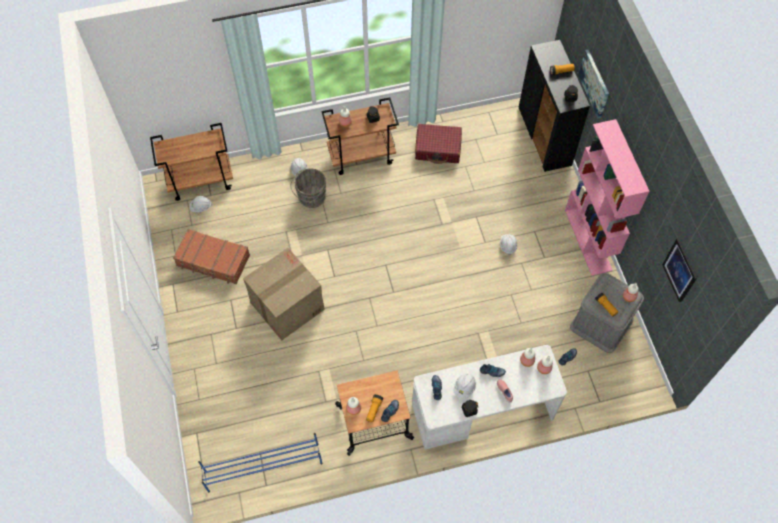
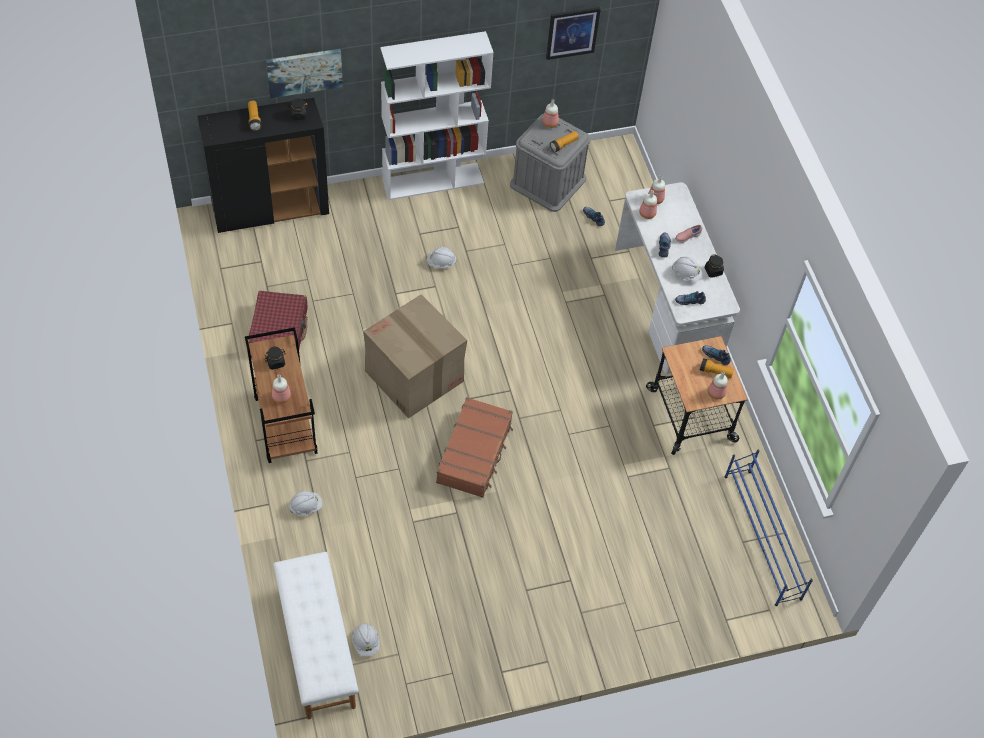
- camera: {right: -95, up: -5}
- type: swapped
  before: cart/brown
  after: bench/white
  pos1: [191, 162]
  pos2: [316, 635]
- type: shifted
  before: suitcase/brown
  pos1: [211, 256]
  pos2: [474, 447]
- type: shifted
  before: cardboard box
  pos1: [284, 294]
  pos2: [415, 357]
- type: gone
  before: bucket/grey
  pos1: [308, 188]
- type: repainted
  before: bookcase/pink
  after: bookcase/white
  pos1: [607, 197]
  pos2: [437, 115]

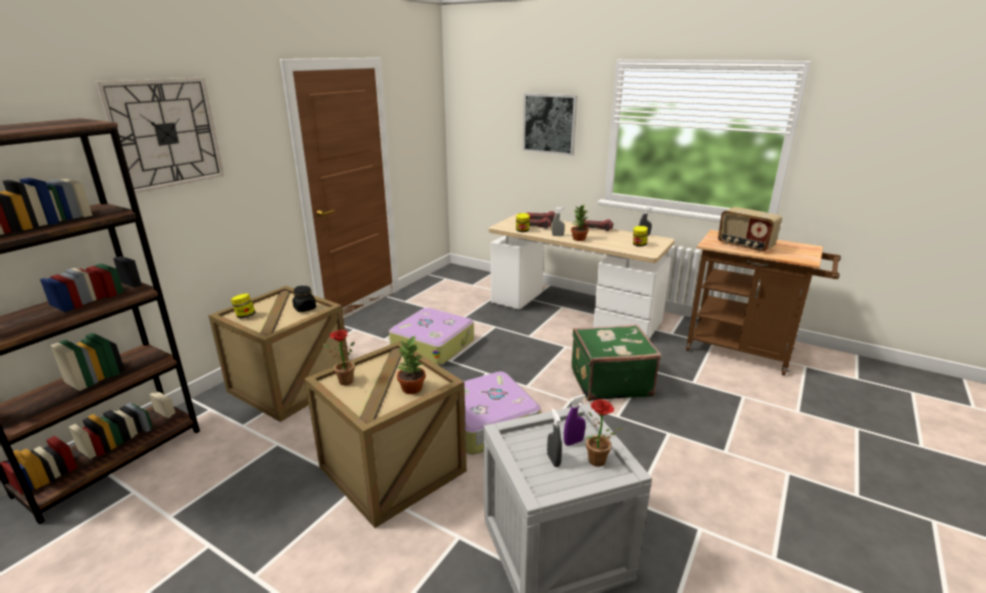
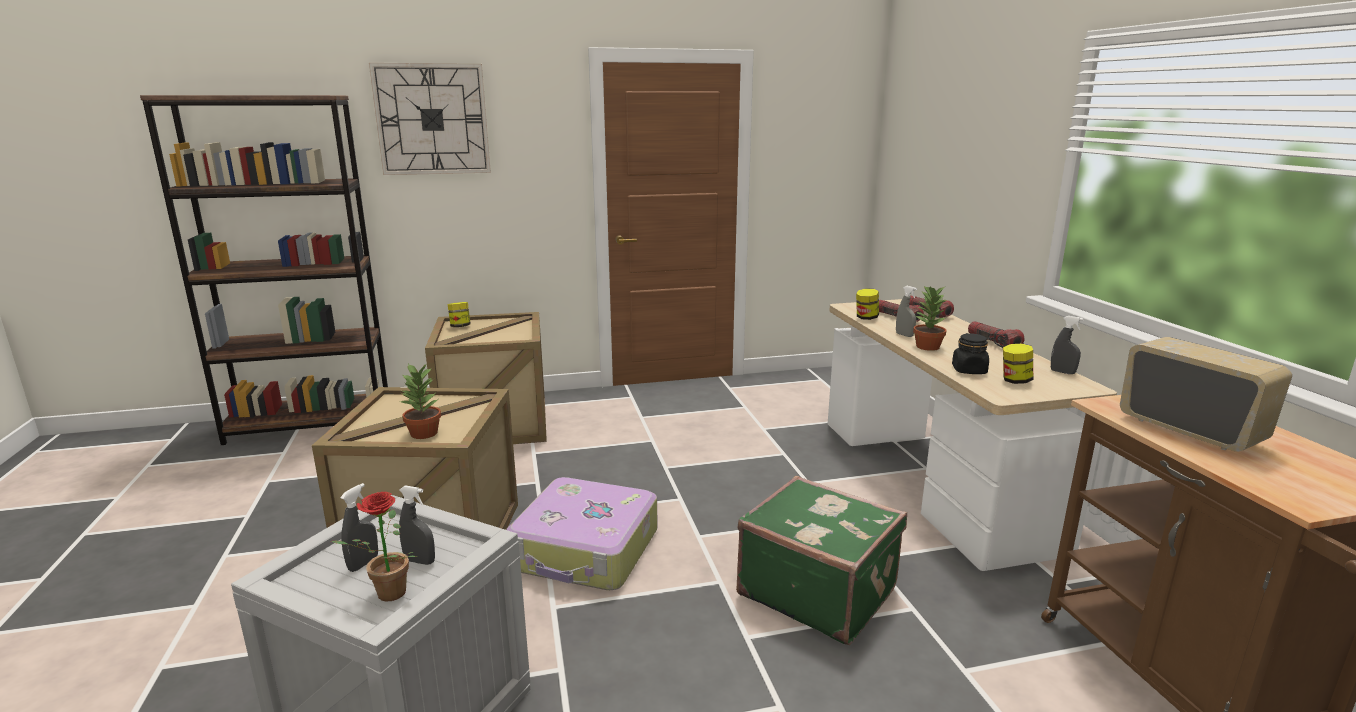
- camera: {right: 45, up: -5}
- type: shifted
  before: jar/black
  pos1: [304, 299]
  pos2: [970, 353]
- type: gone
  before: potted plant
  pos1: [339, 357]
- type: gone
  before: suitcase
  pos1: [431, 336]
- type: gone
  before: picture
  pos1: [550, 124]
- type: repainted
  before: spray bottle/purple
  after: spray bottle/grey
  pos1: [575, 420]
  pos2: [417, 525]
- type: rotated
  before: radio
  pos1: [750, 229]
  pos2: [1206, 394]
  turn: 150

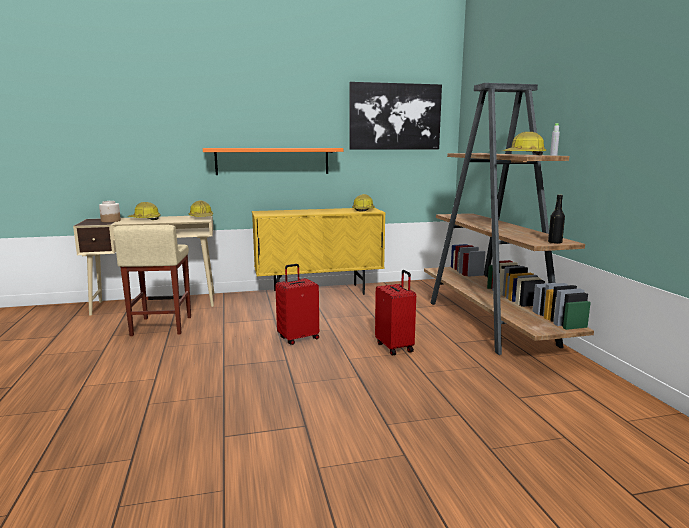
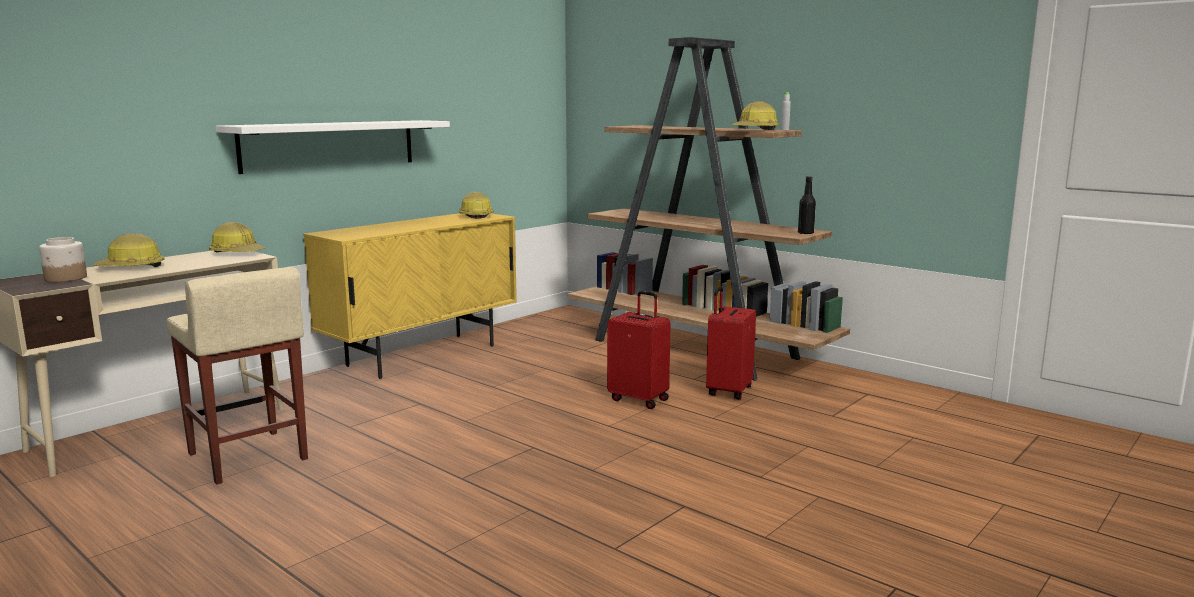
- camera: {right: -35, up: 0}
- type: repainted
  before: shelf/orange
  after: shelf/white
  pos1: [273, 161]
  pos2: [333, 147]
- type: shifted
  before: suitcase/red
  pos1: [297, 304]
  pos2: [731, 343]
- type: gone
  before: picture
  pos1: [395, 116]

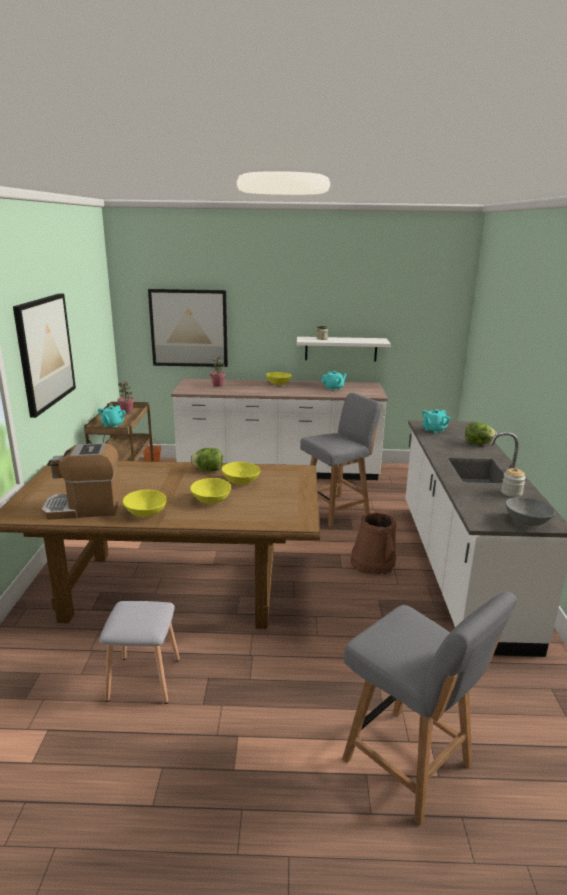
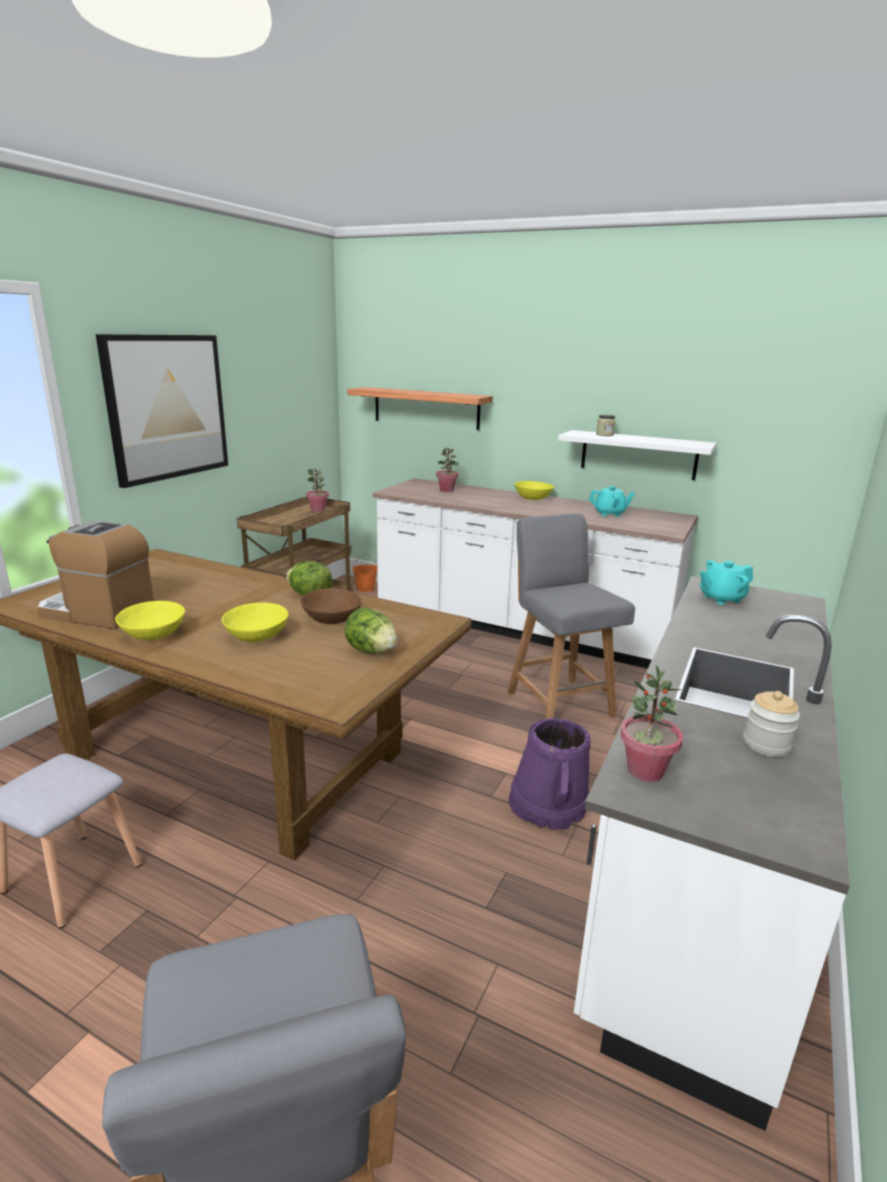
- camera: {right: 25, up: 0}
- type: gone
  before: teapot/turquoise
  pos1: [112, 416]
- type: swapped
  before: picture
  after: shelf
  pos1: [188, 328]
  pos2: [420, 408]
- type: repainted
  before: bowl/yellow
  after: bowl/brown
  pos1: [241, 473]
  pos2: [331, 606]
- type: rotated
  before: chair/grey
  pos1: [341, 460]
  pos2: [571, 616]
  turn: -105
- type: repainted
  before: bucket/brown
  after: bucket/purple
  pos1: [373, 543]
  pos2: [550, 774]
- type: shifted
  before: lettuce
  pos1: [481, 433]
  pos2: [370, 631]
- type: gone
  before: bowl/grey
  pos1: [530, 511]
- type: new
  after: potted plant
  pos2: [651, 723]

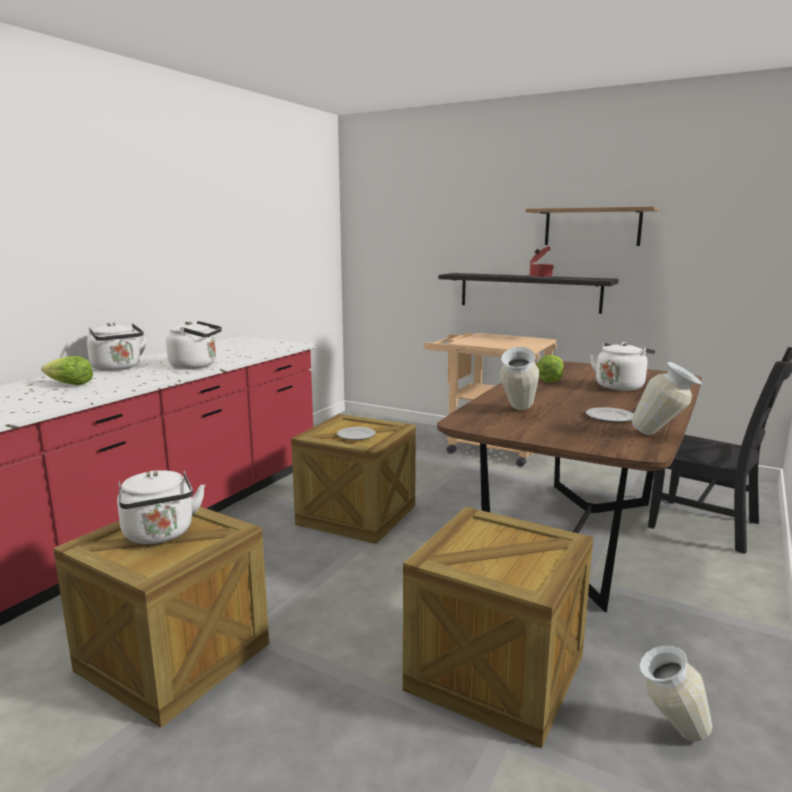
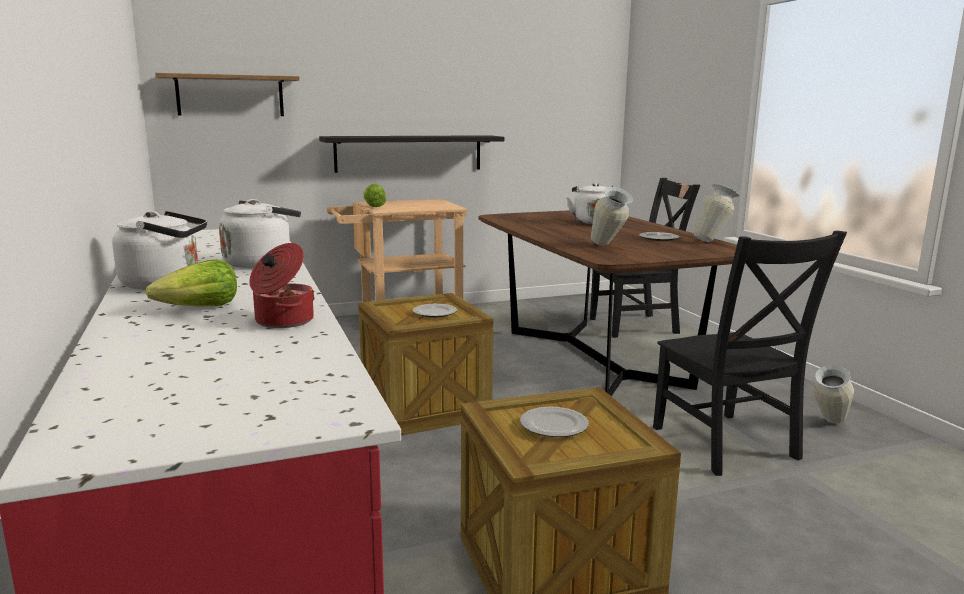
- camera: {right: -50, up: 0}
- type: swapped
  before: kettle/white
  after: plate
  pos1: [161, 507]
  pos2: [554, 422]
- type: swapped
  before: crate
  after: chair/black
  pos1: [498, 628]
  pos2: [750, 353]
- type: shifted
  before: shelf
  pos1: [592, 226]
  pos2: [227, 94]
- type: shifted
  before: cooking pot
  pos1: [542, 262]
  pos2: [282, 285]
- type: shifted
  before: lettuce
  pos1: [550, 369]
  pos2: [374, 195]

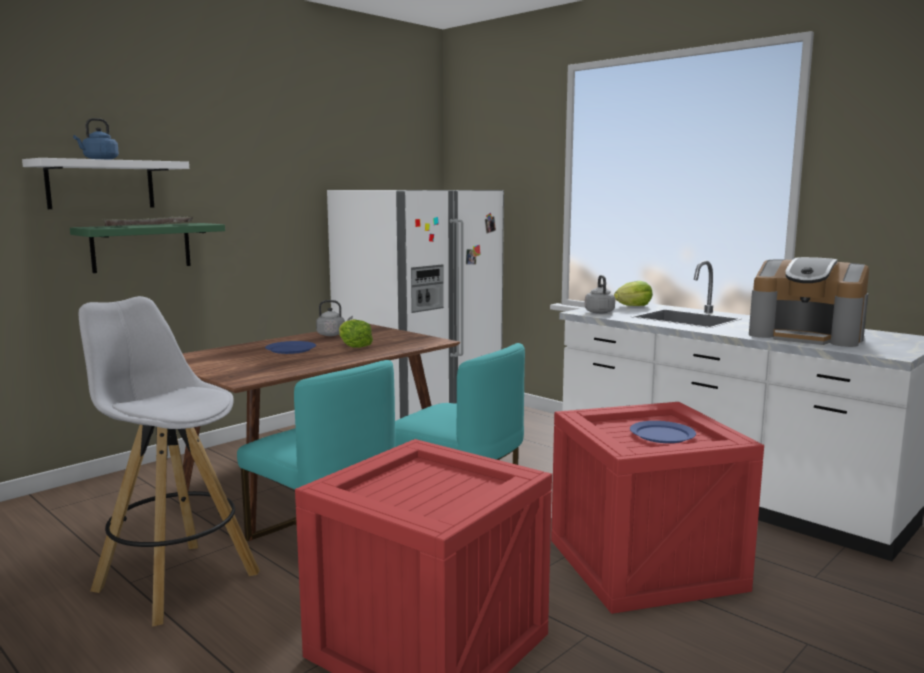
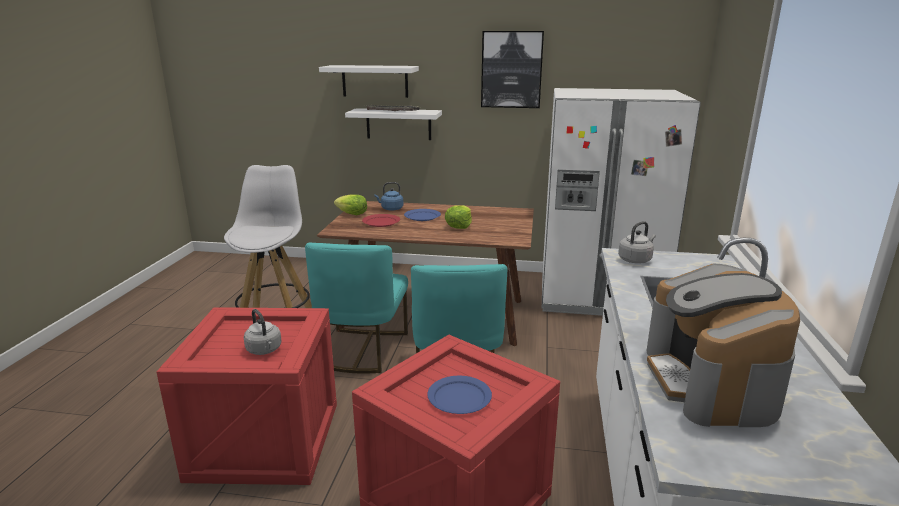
- camera: {right: 55, up: 10}
- type: repainted
  before: shelf/green
  after: shelf/white
  pos1: [147, 248]
  pos2: [393, 124]
- type: shifted
  before: kettle/blue
  pos1: [96, 139]
  pos2: [388, 196]
- type: shifted
  before: kettle/grey
  pos1: [334, 318]
  pos2: [262, 332]
- type: shifted
  before: lettuce
  pos1: [633, 293]
  pos2: [350, 204]
- type: new
  after: plate/red
  pos2: [381, 220]
- type: new
  after: picture
  pos2: [512, 69]

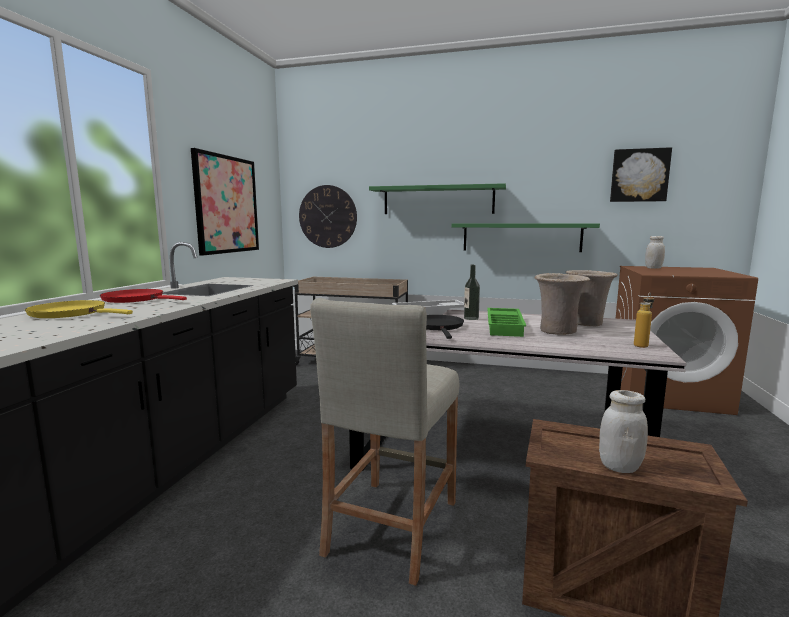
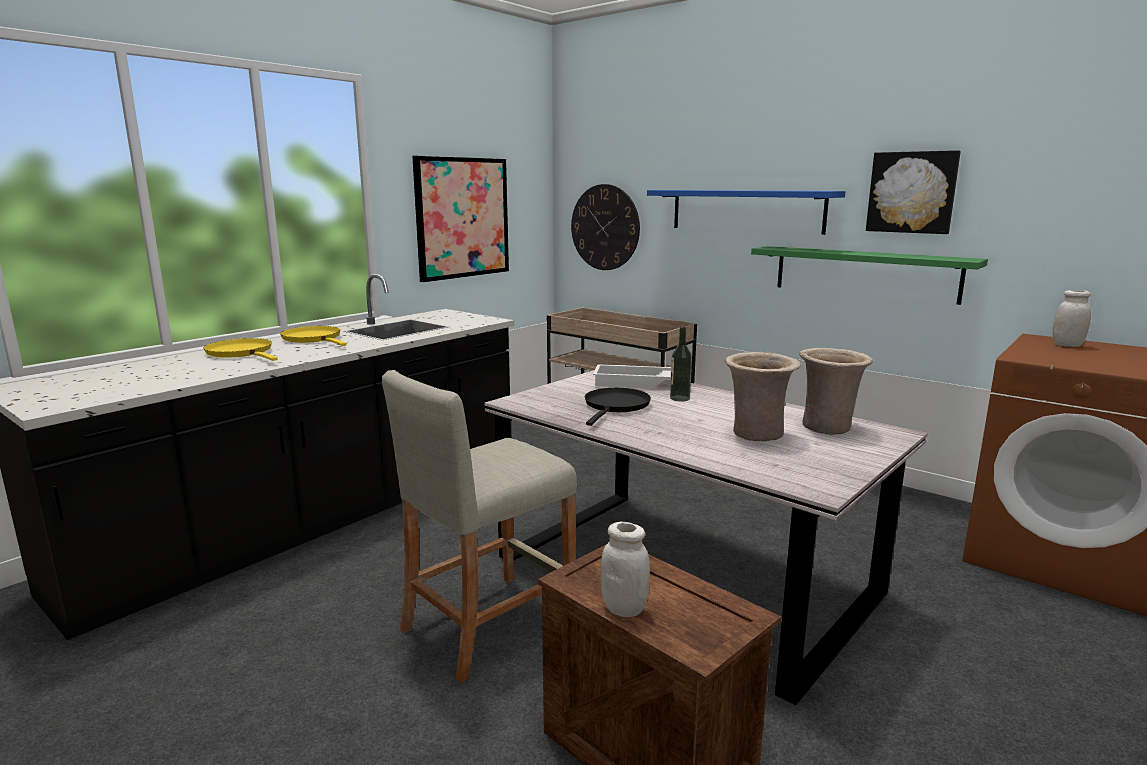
- camera: {right: 25, up: 5}
- type: repainted
  before: frying pan/red
  after: frying pan/yellow
  pos1: [143, 296]
  pos2: [313, 336]
- type: repainted
  before: shelf/green
  after: shelf/blue
  pos1: [437, 198]
  pos2: [746, 212]
- type: gone
  before: tray/green
  pos1: [506, 322]
- type: shifted
  before: picture
  pos1: [641, 174]
  pos2: [913, 192]
- type: gone
  before: bottle
  pos1: [644, 320]

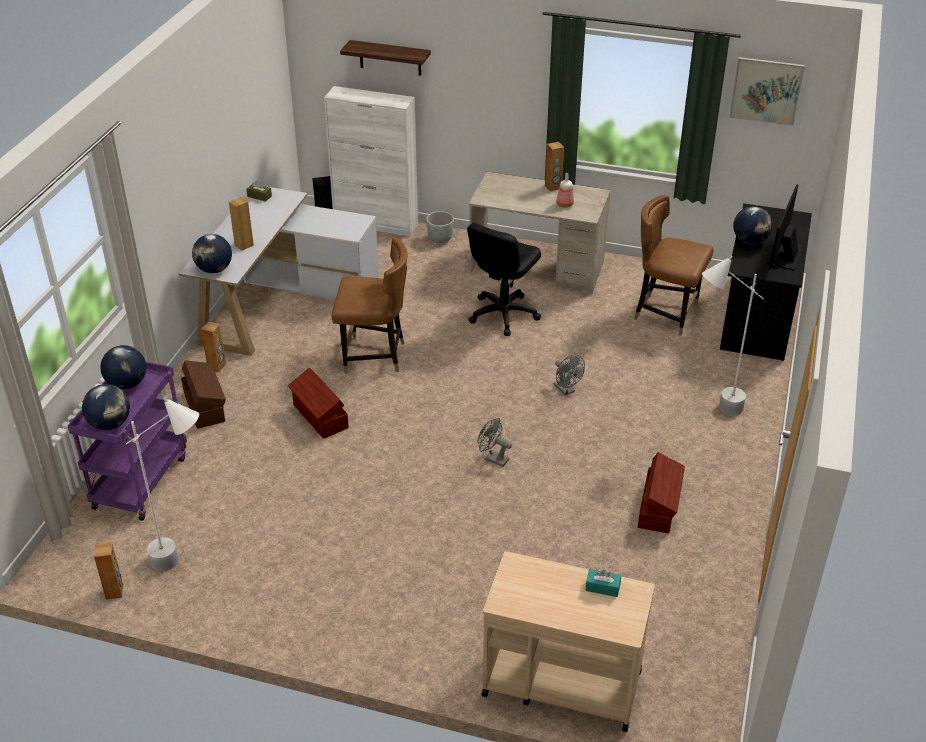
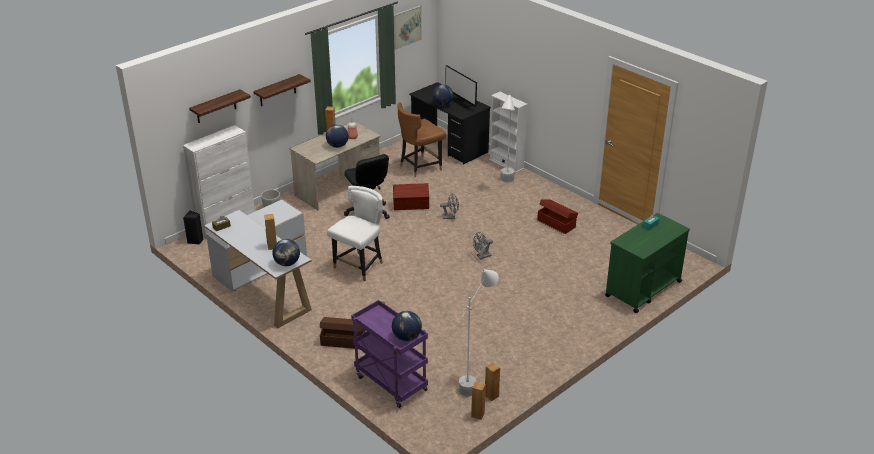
- camera: {right: -60, up: -5}
- type: shifted
  before: globe
  pos1: [123, 367]
  pos2: [337, 136]
- type: shifted
  before: speaker/brown
  pos1: [213, 347]
  pos2: [492, 381]
- type: shifted
  before: storage box/brown
  pos1: [318, 403]
  pos2: [411, 196]
- type: repainted
  before: chair/brown
  after: chair/white
  pos1: [370, 305]
  pos2: [355, 233]
- type: repainted
  before: cart/beige
  after: cart/green
  pos1: [568, 641]
  pos2: [647, 263]
- type: new
  after: shelf
  pos2: [282, 90]
- type: new
  after: bookcase/white
  pos2: [508, 132]

